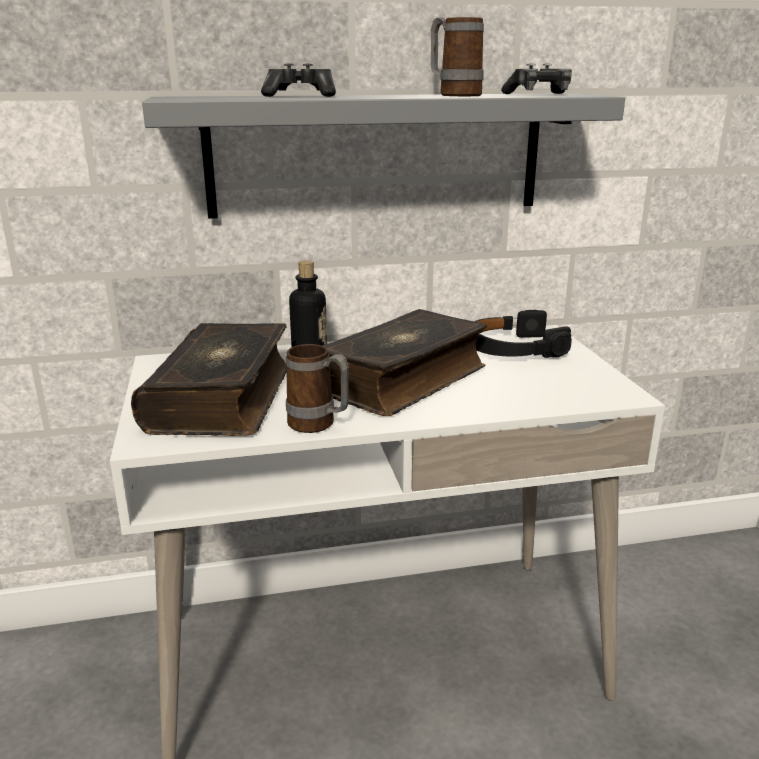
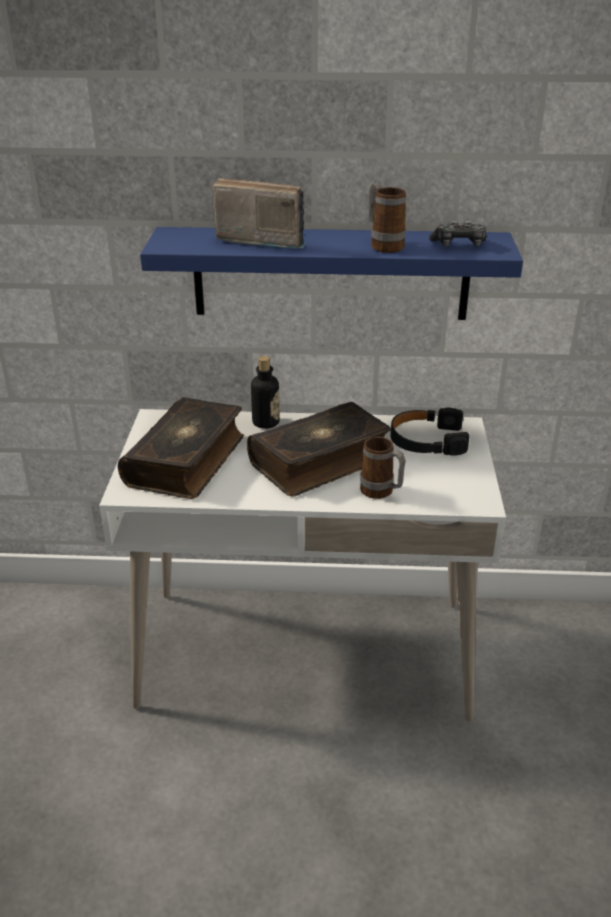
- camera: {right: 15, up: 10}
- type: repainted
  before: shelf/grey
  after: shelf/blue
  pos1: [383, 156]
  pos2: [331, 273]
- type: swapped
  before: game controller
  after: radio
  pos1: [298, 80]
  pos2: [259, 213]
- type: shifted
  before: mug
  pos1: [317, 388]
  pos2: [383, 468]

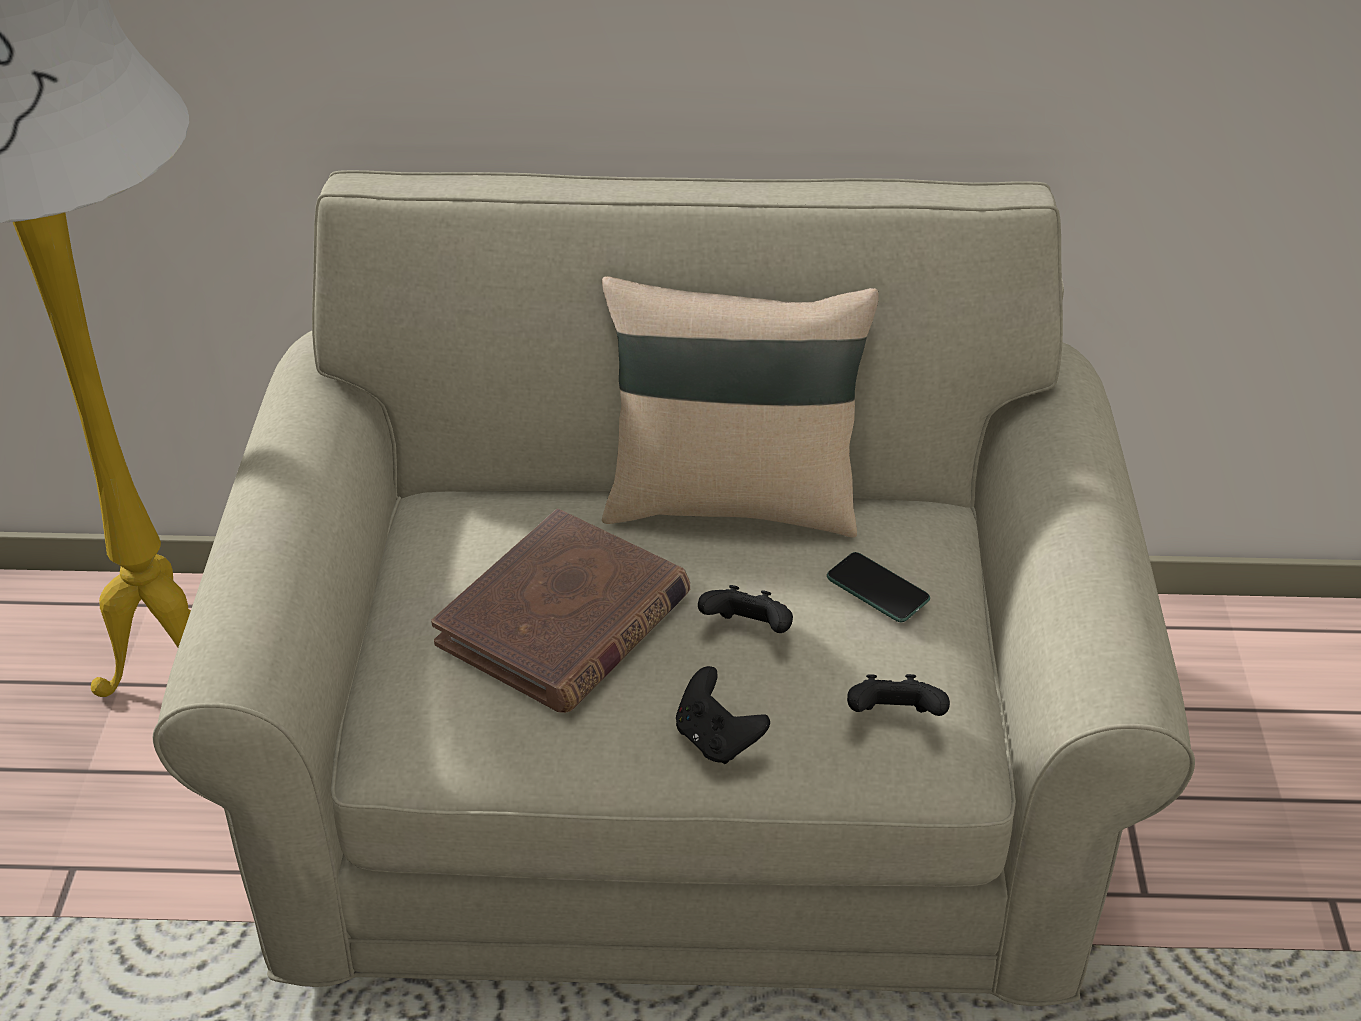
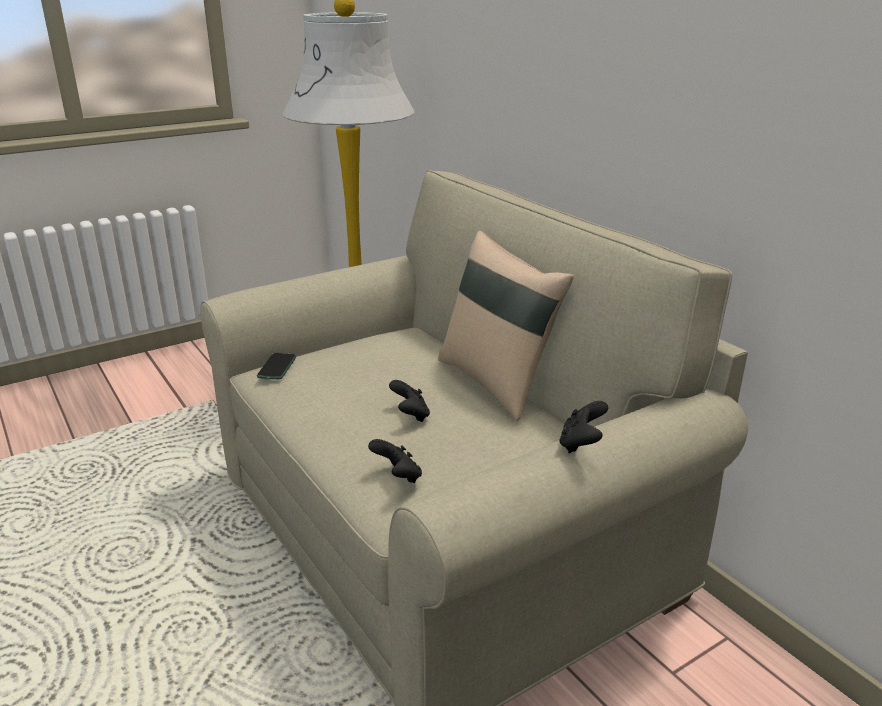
- camera: {right: 55, up: -15}
- type: gone
  before: book/brown
  pos1: [560, 611]
- type: shifted
  before: game controller/black
  pos1: [723, 715]
  pos2: [583, 427]
- type: shifted
  before: phone
  pos1: [878, 587]
  pos2: [276, 366]

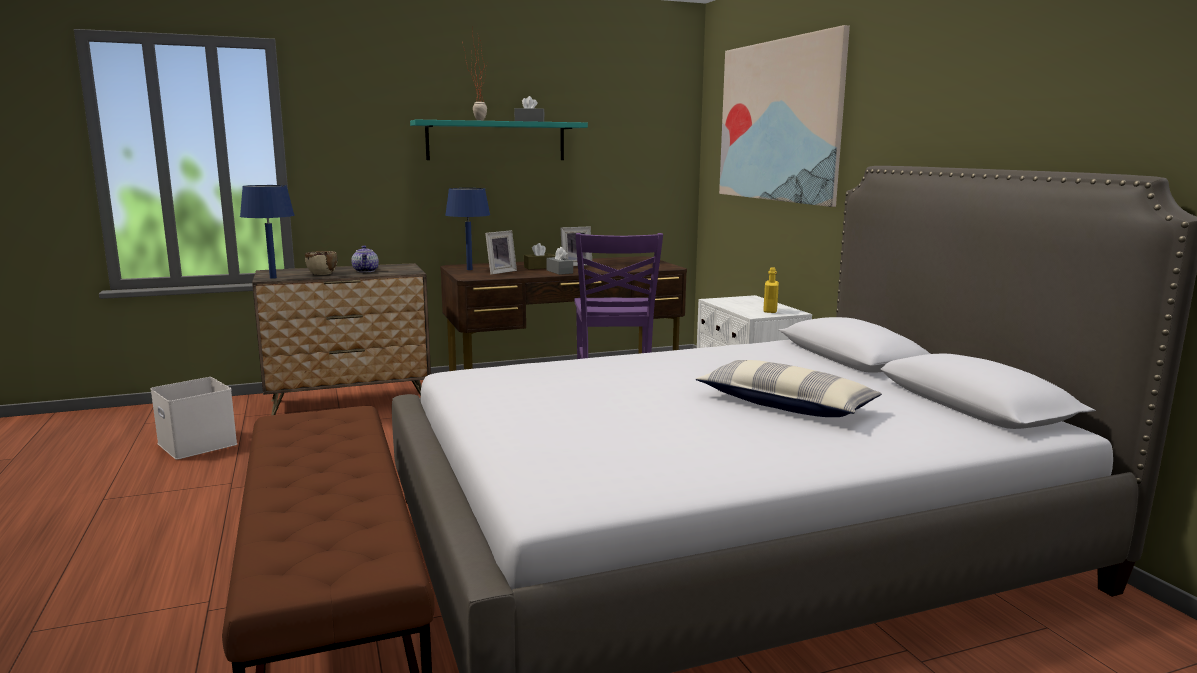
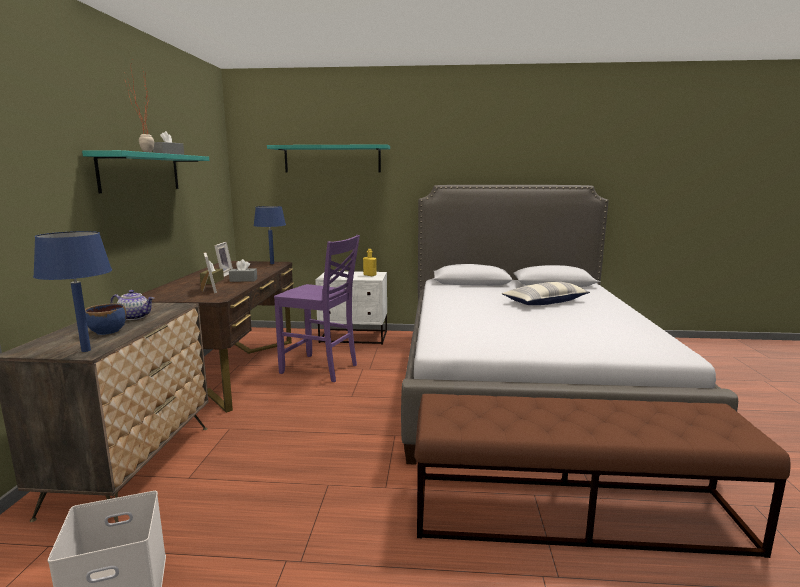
- camera: {right: -65, up: 0}
- type: repainted
  before: bowl/beige
  after: bowl/blue
  pos1: [321, 263]
  pos2: [105, 319]
- type: shifted
  before: table lamp/blue
  pos1: [467, 229]
  pos2: [269, 235]
- type: swapped
  before: picture
  after: shelf/turquoise
  pos1: [784, 116]
  pos2: [328, 158]

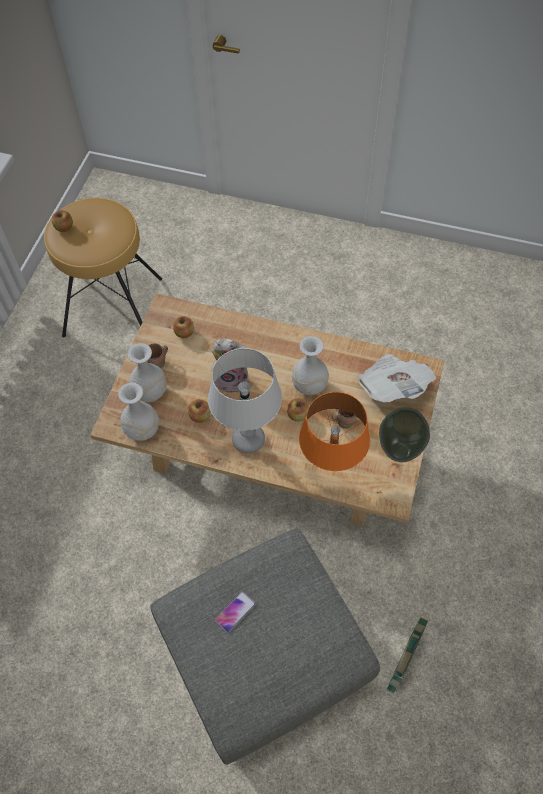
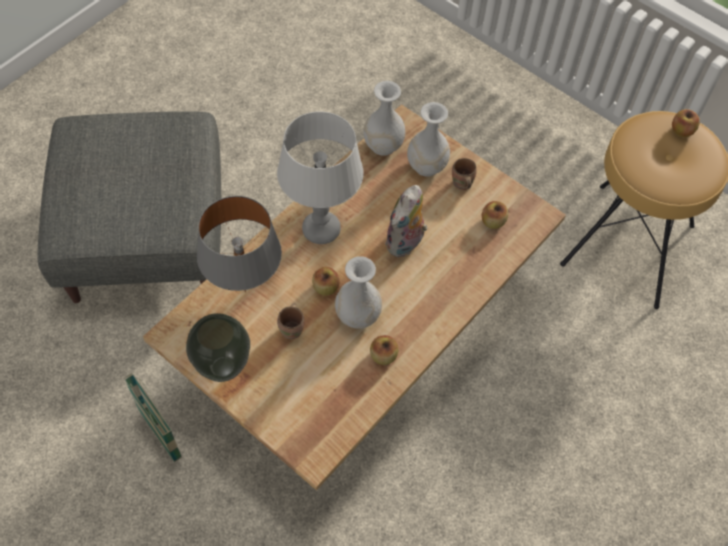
- camera: {right: 110, up: 0}
- type: shifted
  before: apple
  pos1: [199, 411]
  pos2: [384, 350]
- type: gone
  before: phone
  pos1: [235, 612]
- type: repainted
  before: table lamp/orange
  after: table lamp/grey
  pos1: [334, 431]
  pos2: [239, 244]
- type: gone
  before: newspaper
  pos1: [396, 378]
- type: shifted
  before: basket
  pos1: [408, 654]
  pos2: [153, 417]

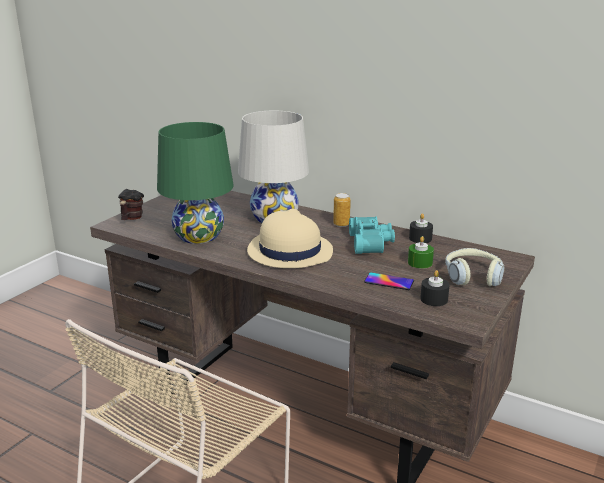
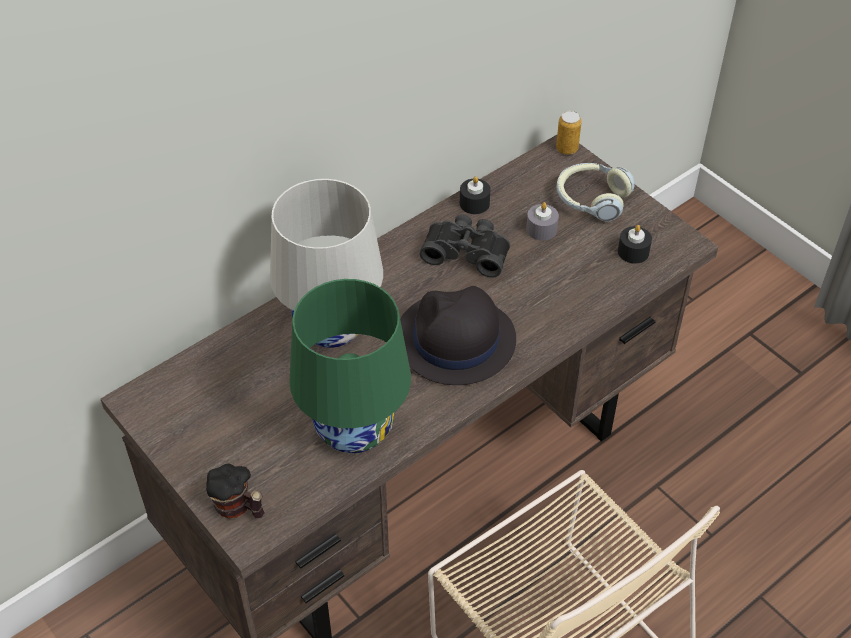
- camera: {right: -70, up: 25}
- type: repainted
  before: hat/beige
  after: hat/black
  pos1: [290, 238]
  pos2: [458, 335]
- type: shifted
  before: can
  pos1: [342, 210]
  pos2: [569, 133]
- type: repainted
  before: binoculars/turquoise
  after: binoculars/black
  pos1: [372, 235]
  pos2: [465, 246]
- type: gone
  before: phone
  pos1: [389, 281]
- type: repainted
  before: candle/green
  after: candle/grey
  pos1: [421, 252]
  pos2: [542, 221]

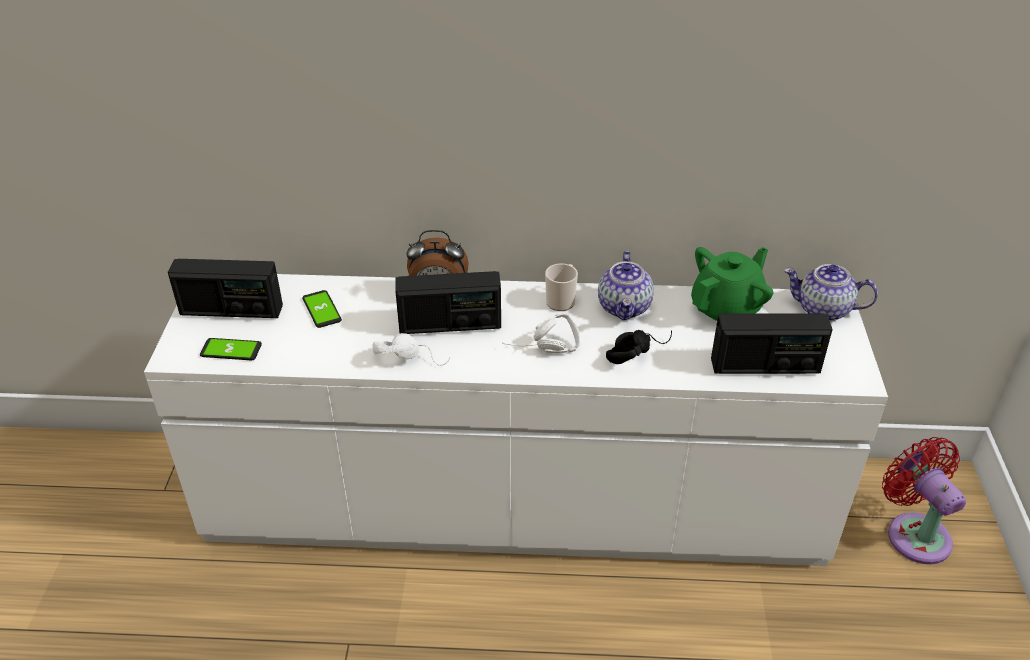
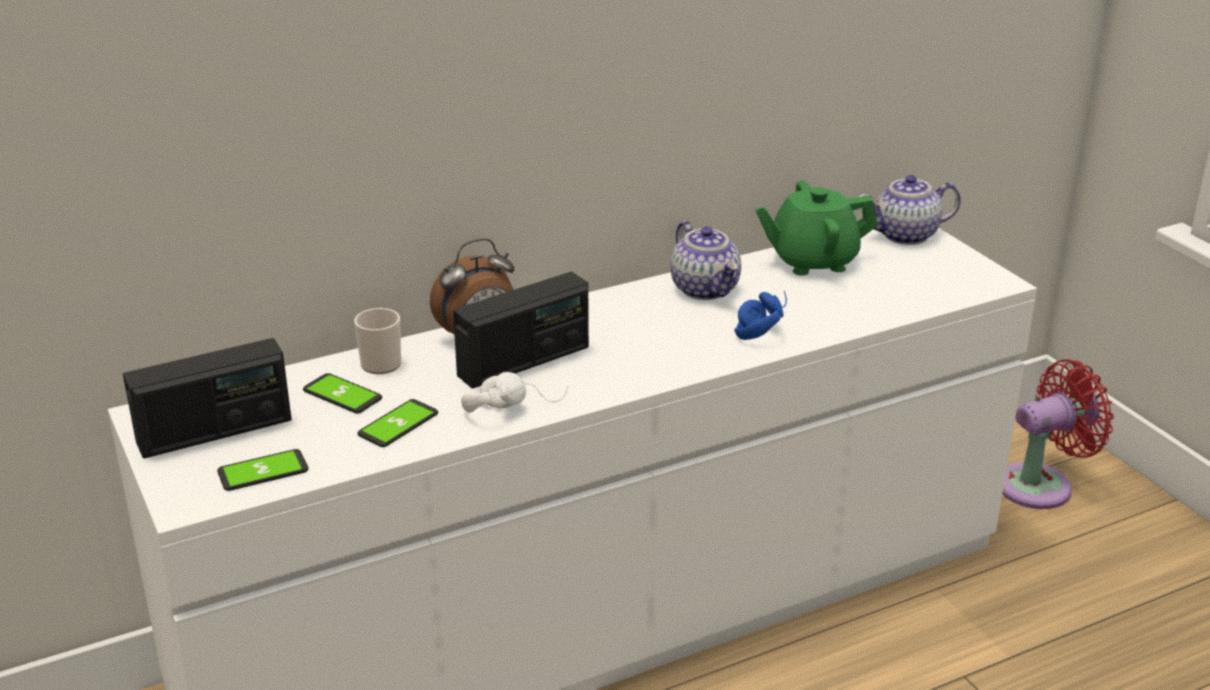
- camera: {right: -30, up: -10}
- type: gone
  before: headphones/white
  pos1: [541, 333]
- type: shifted
  before: mug
  pos1: [561, 287]
  pos2: [377, 341]
- type: repainted
  before: headphones/black
  after: headphones/blue
  pos1: [639, 347]
  pos2: [760, 315]
- type: rotated
  before: teapot/green
  pos1: [732, 284]
  pos2: [816, 228]
  turn: -120
- type: gone
  before: radio
  pos1: [772, 343]
- type: rotated
  before: fan/red
  pos1: [924, 500]
  pos2: [1058, 434]
  turn: 120
- type: new
  after: phone
  pos2: [397, 423]

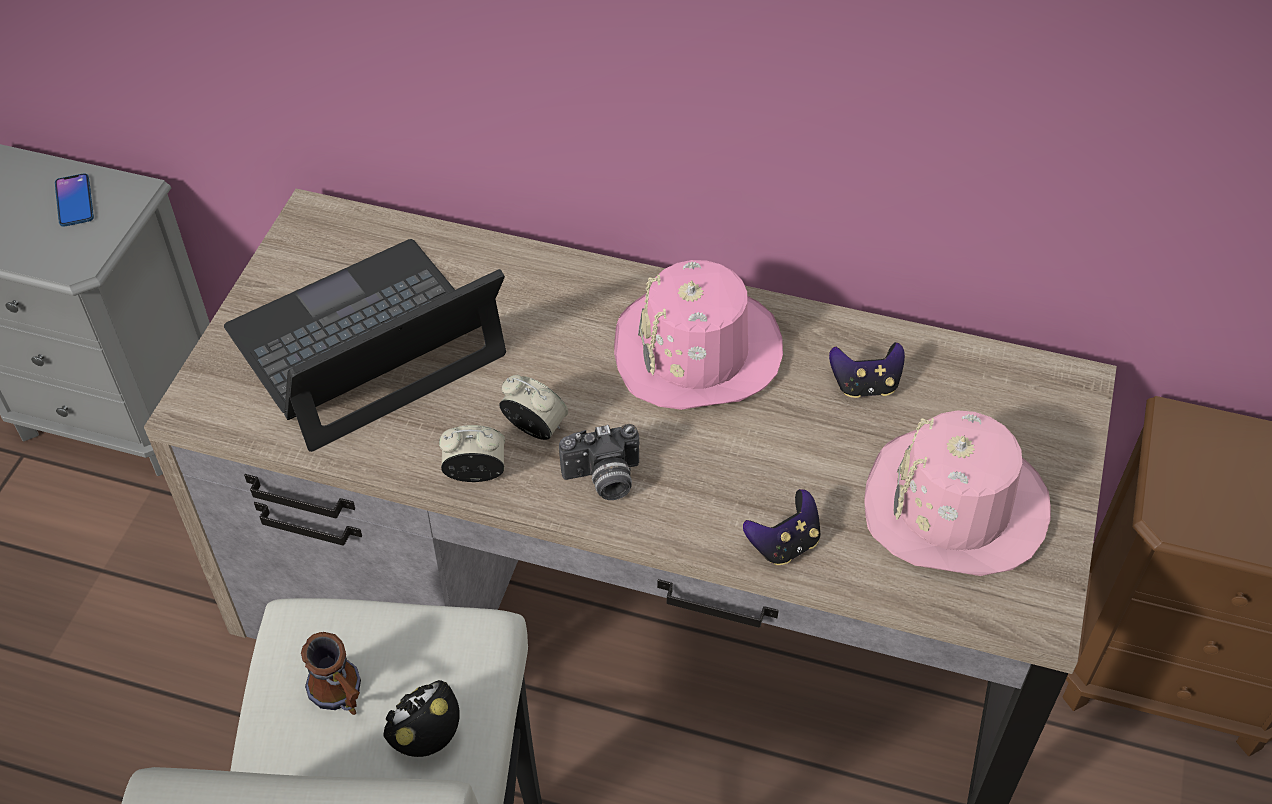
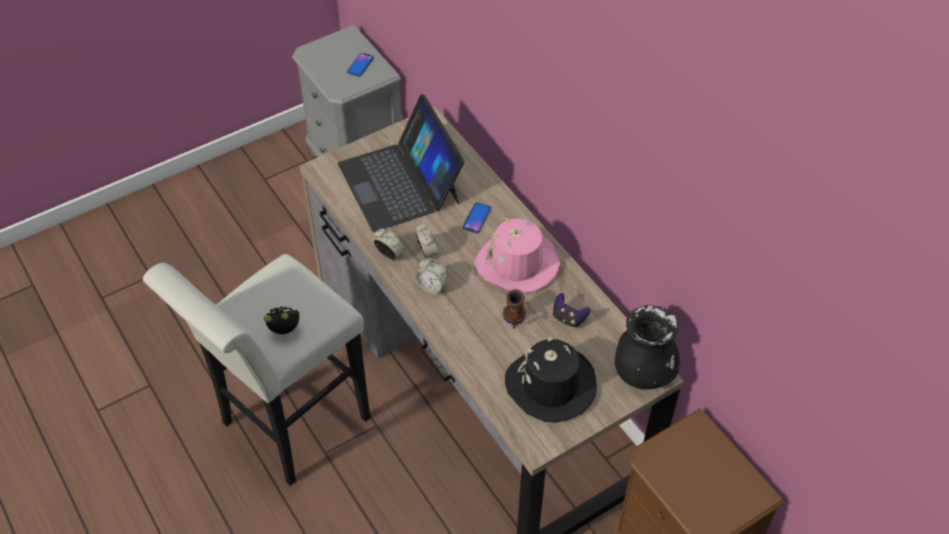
- camera: {right: 40, up: 0}
- type: rotated
  before: laptop
  pos1: [365, 345]
  pos2: [401, 163]
  turn: -120
- type: shifted
  before: mug
  pos1: [331, 673]
  pos2: [514, 309]
- type: swapped
  before: photo camera
  after: alarm clock
  pos1: [599, 462]
  pos2: [431, 276]
- type: gone
  before: game controller
  pos1: [782, 527]
- type: repainted
  before: hat/pink
  after: hat/black
  pos1: [957, 493]
  pos2: [551, 379]
- type: new
  after: phone
  pos2: [477, 218]
- type: new
  after: vase/black
  pos2: [647, 347]

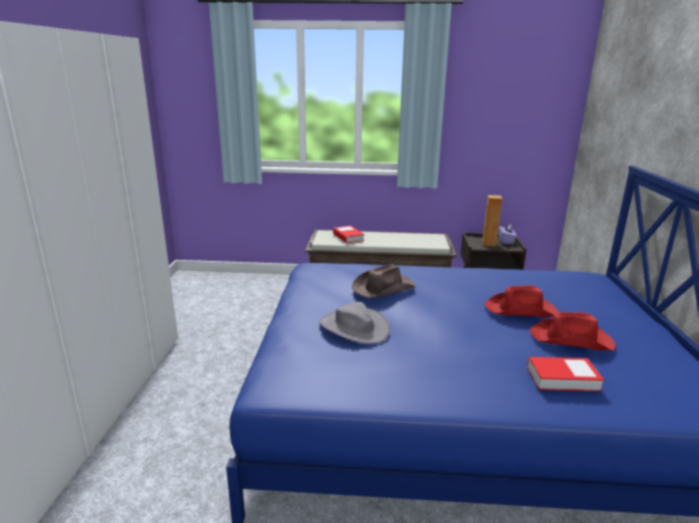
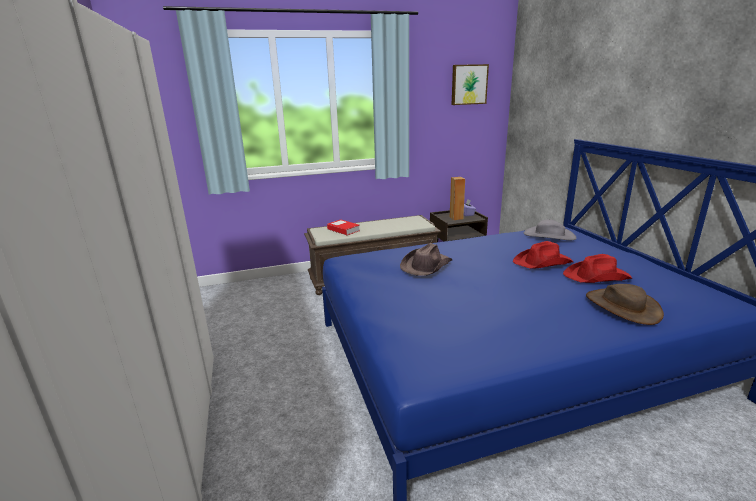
- camera: {right: -20, up: 0}
- type: shifted
  before: hat/grey
  pos1: [355, 323]
  pos2: [550, 229]
- type: swapped
  before: book
  after: hat/brown
  pos1: [565, 374]
  pos2: [625, 304]
- type: new
  after: picture
  pos2: [470, 84]

